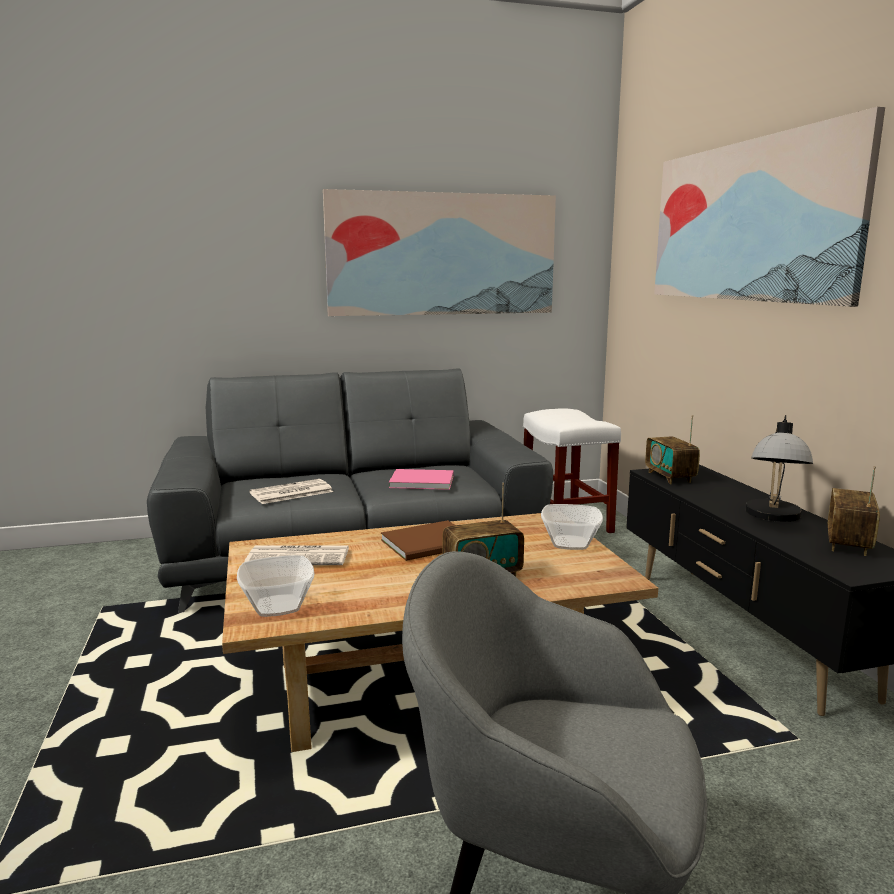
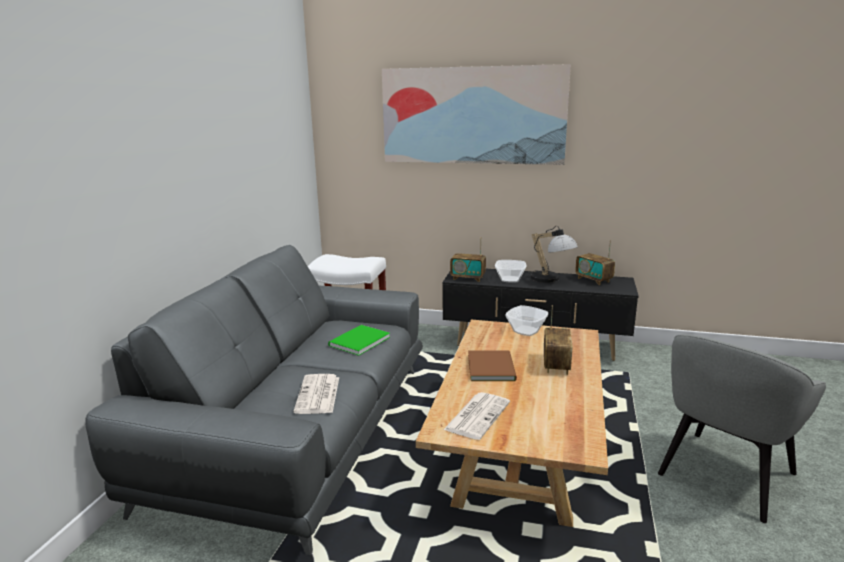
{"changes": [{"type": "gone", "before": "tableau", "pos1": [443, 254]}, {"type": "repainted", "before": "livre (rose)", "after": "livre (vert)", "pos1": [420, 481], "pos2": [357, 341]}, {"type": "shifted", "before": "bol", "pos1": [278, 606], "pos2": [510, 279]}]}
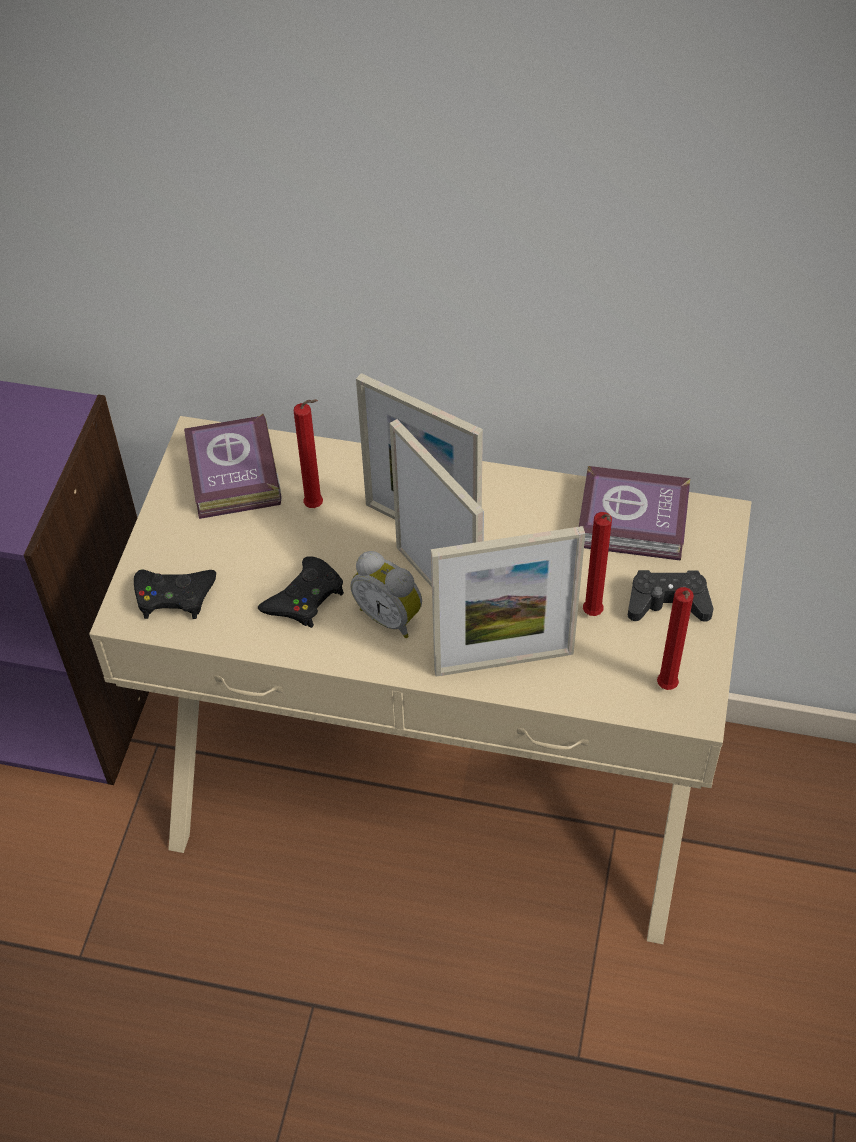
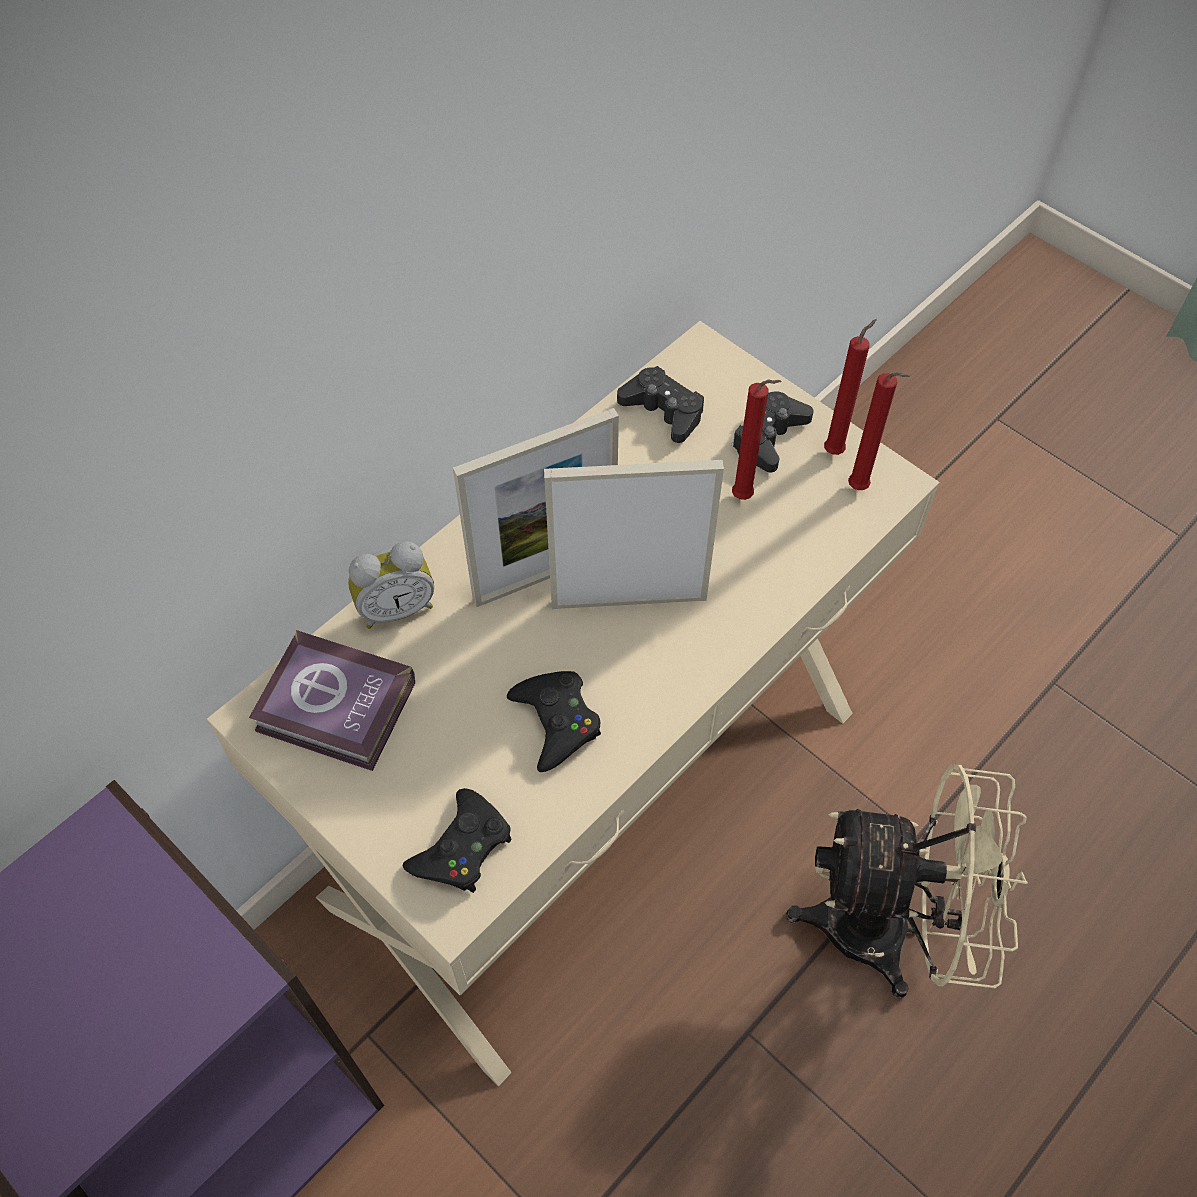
{"changes": [{"type": "shifted", "before": "bougie (rouge)", "pos1": [317, 506], "pos2": [836, 450]}, {"type": "swapped", "before": "livre", "after": "manette (noir)", "pos1": [635, 523], "pos2": [663, 410]}, {"type": "gone", "before": "cadre photo", "pos1": [504, 661]}, {"type": "shifted", "before": "réveil", "pos1": [390, 616], "pos2": [396, 607]}, {"type": "new", "after": "ventilateur (beige)", "pos2": [890, 928]}]}
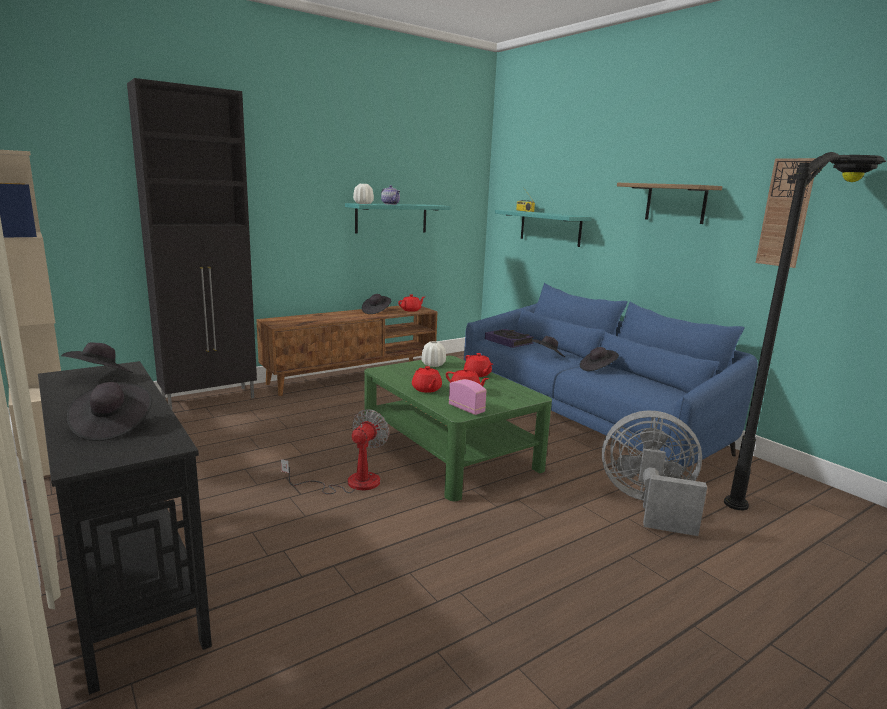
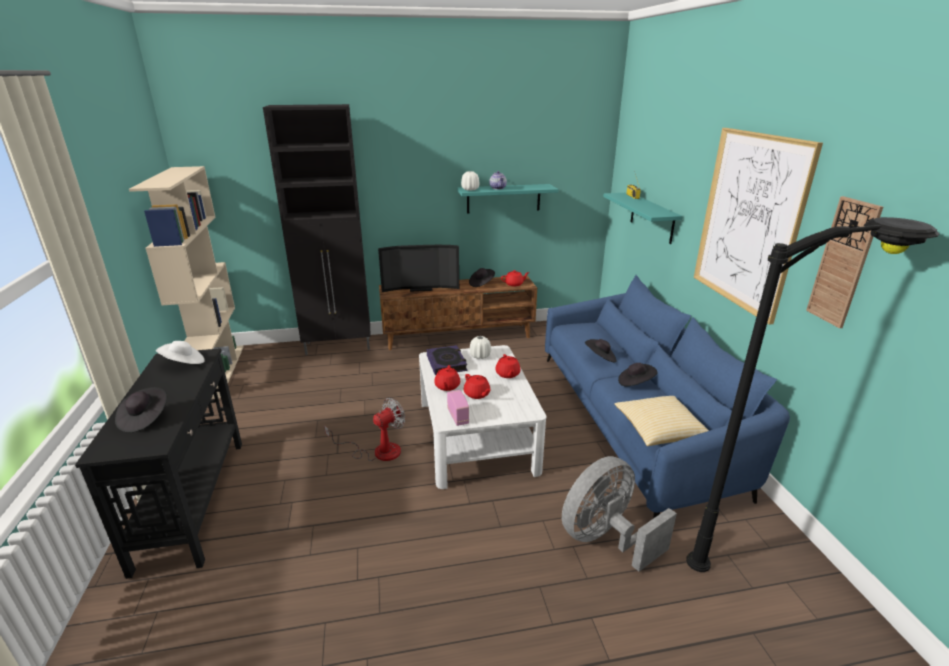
{"changes": [{"type": "swapped", "before": "étagère", "after": "tableau", "pos1": [675, 203], "pos2": [749, 221]}, {"type": "shifted", "before": "livre", "pos1": [508, 341], "pos2": [446, 363]}, {"type": "repainted", "before": "chapeau (noir)", "after": "chapeau (blanc)", "pos1": [101, 377], "pos2": [184, 363]}, {"type": "repainted", "before": "table basse (vert)", "after": "table basse (blanc)", "pos1": [450, 451], "pos2": [476, 435]}, {"type": "rotated", "before": "ventilateur (gris)", "pos1": [648, 505], "pos2": [606, 538], "turn": -75}, {"type": "new", "after": "téléviseur", "pos2": [420, 288]}, {"type": "new", "after": "coussin", "pos2": [659, 431]}]}
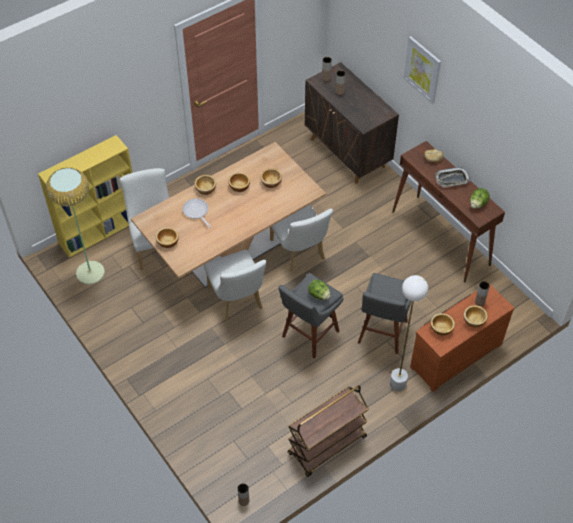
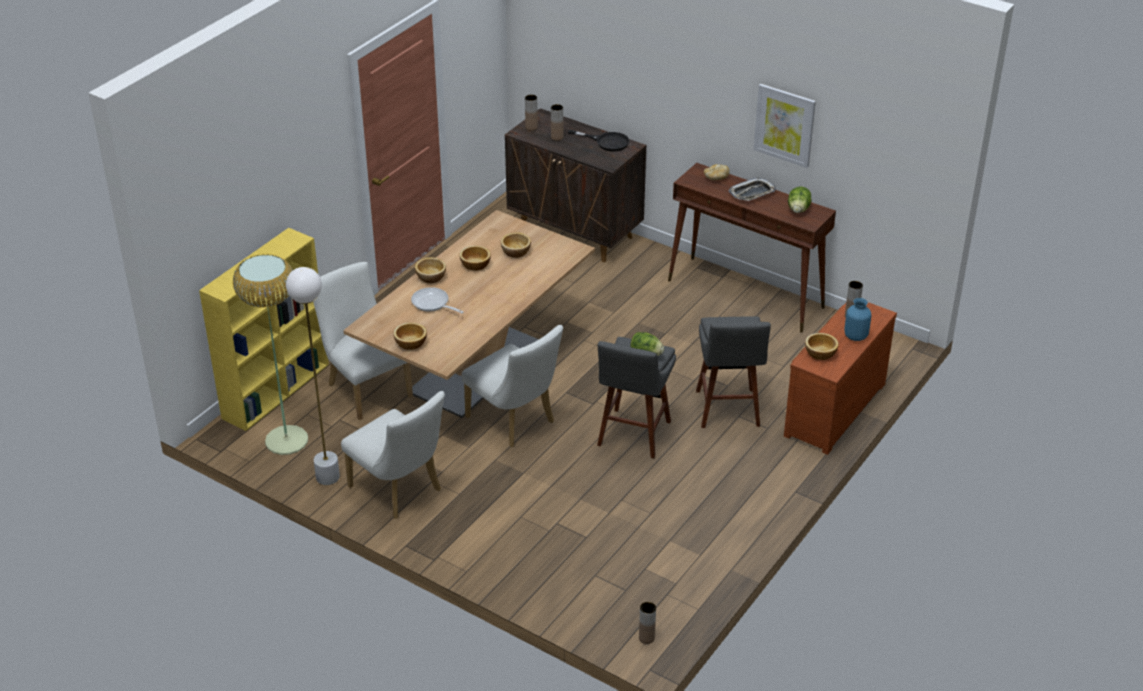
{"changes": [{"type": "shifted", "before": "tableau", "pos1": [422, 69], "pos2": [784, 125]}, {"type": "shifted", "before": "chaise (blanc)", "pos1": [300, 253], "pos2": [400, 491]}, {"type": "shifted", "before": "lampadaire (blanc)", "pos1": [398, 384], "pos2": [328, 477]}, {"type": "swapped", "before": "bol", "after": "vase (bleu)", "pos1": [474, 321], "pos2": [856, 336]}, {"type": "gone", "before": "chariot (marron)", "pos1": [327, 446]}, {"type": "new", "after": "poêle (noir)", "pos2": [606, 142]}]}
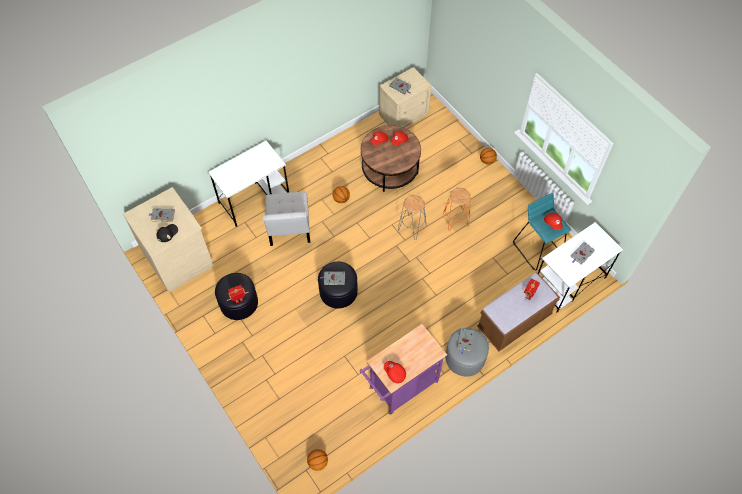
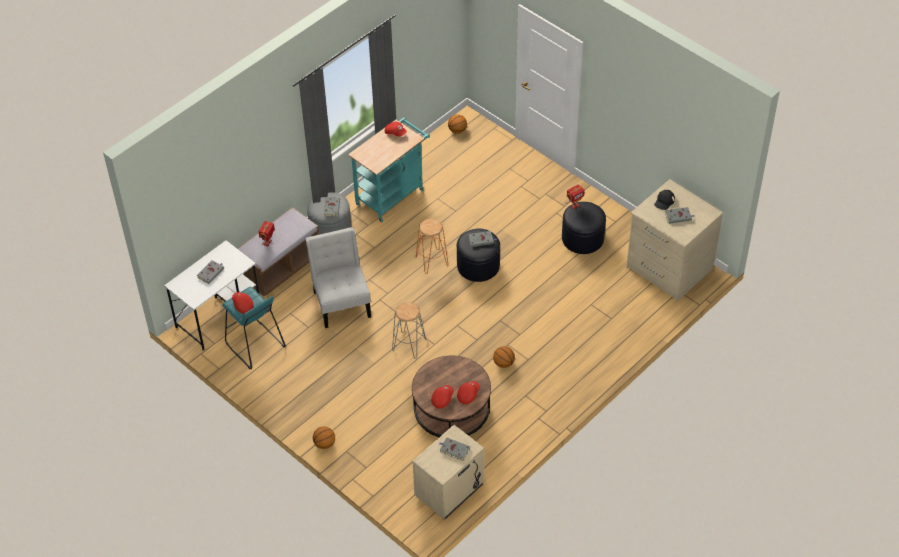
{"changes": [{"type": "gone", "before": "bureau (blanc)", "pos1": [254, 199]}, {"type": "shifted", "before": "tabouret (orange)", "pos1": [455, 220], "pos2": [432, 261]}, {"type": "shifted", "before": "chaise (blanc)", "pos1": [289, 230], "pos2": [341, 301]}, {"type": "repainted", "before": "chariot (violet)", "after": "chariot (turquoise)", "pos1": [400, 387], "pos2": [392, 194]}]}
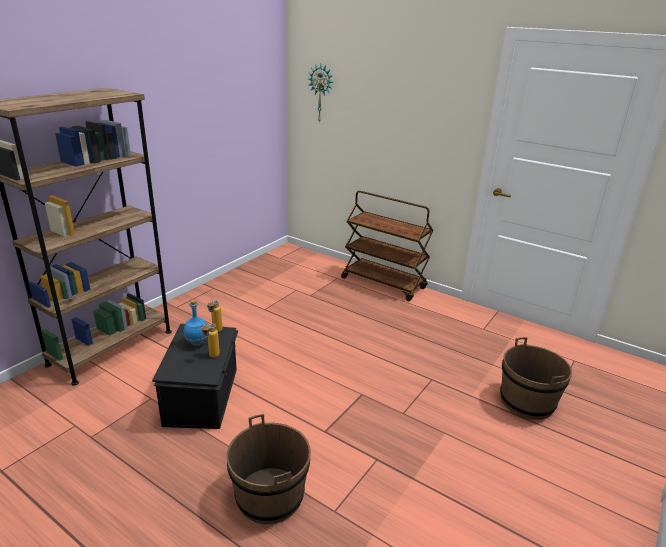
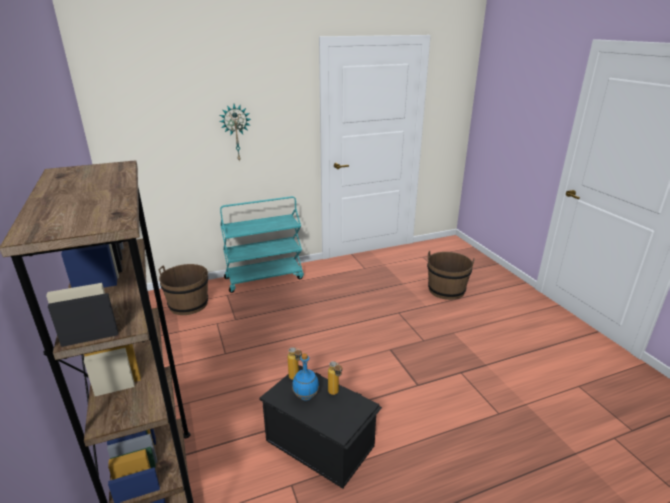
{"changes": [{"type": "shifted", "before": "horloge murale", "pos1": [321, 93], "pos2": [236, 133]}, {"type": "repainted", "before": "chariot (marron)", "after": "chariot (turquoise)", "pos1": [384, 283], "pos2": [264, 278]}, {"type": "shifted", "before": "seau (marron)", "pos1": [270, 496], "pos2": [188, 304]}]}
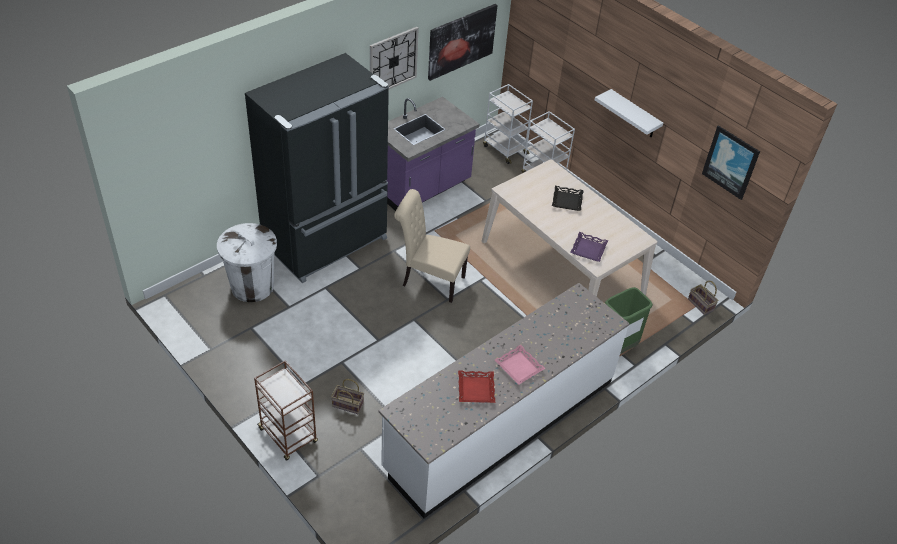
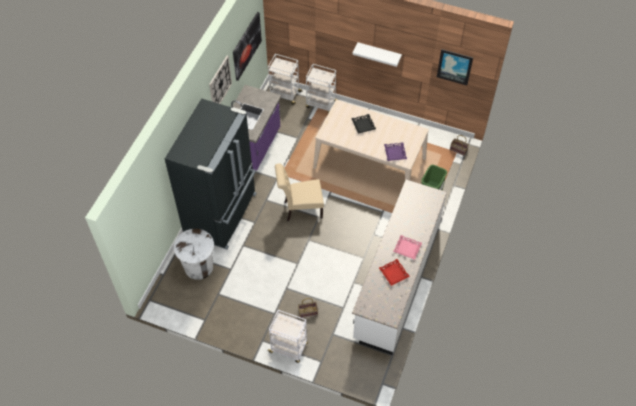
{"changes": [{"type": "repainted", "before": "chariot (marron)", "after": "chariot (blanc)", "pos1": [288, 436], "pos2": [288, 348]}]}
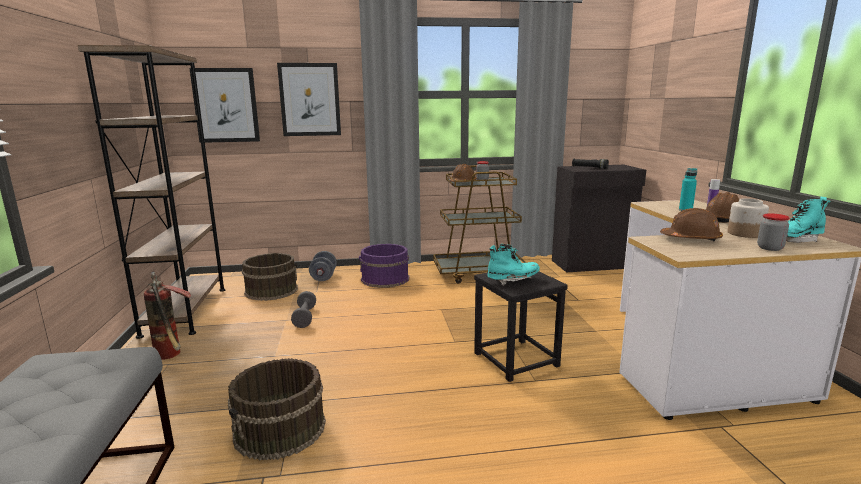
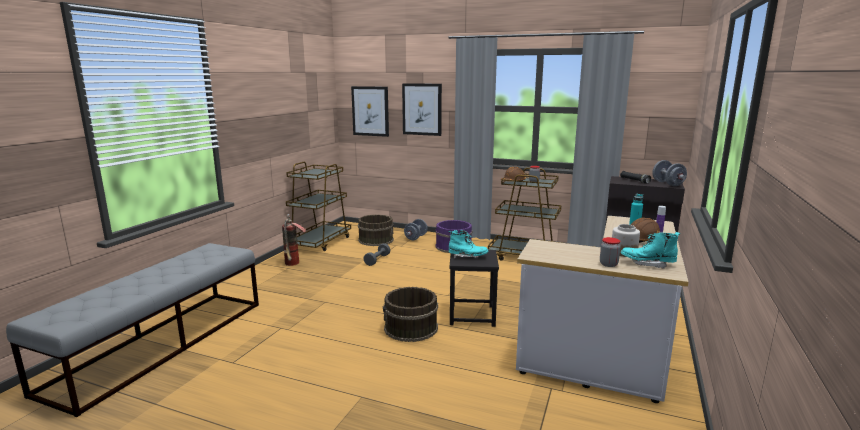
{"changes": [{"type": "swapped", "before": "bibliothèque (marron)", "after": "chariot (marron)", "pos1": [185, 311], "pos2": [320, 242]}, {"type": "gone", "before": "casque de chantier (marron)", "pos1": [691, 239]}, {"type": "shifted", "before": "seau (marron)", "pos1": [280, 430], "pos2": [411, 328]}, {"type": "new", "after": "haltère (gris)", "pos2": [667, 184]}]}
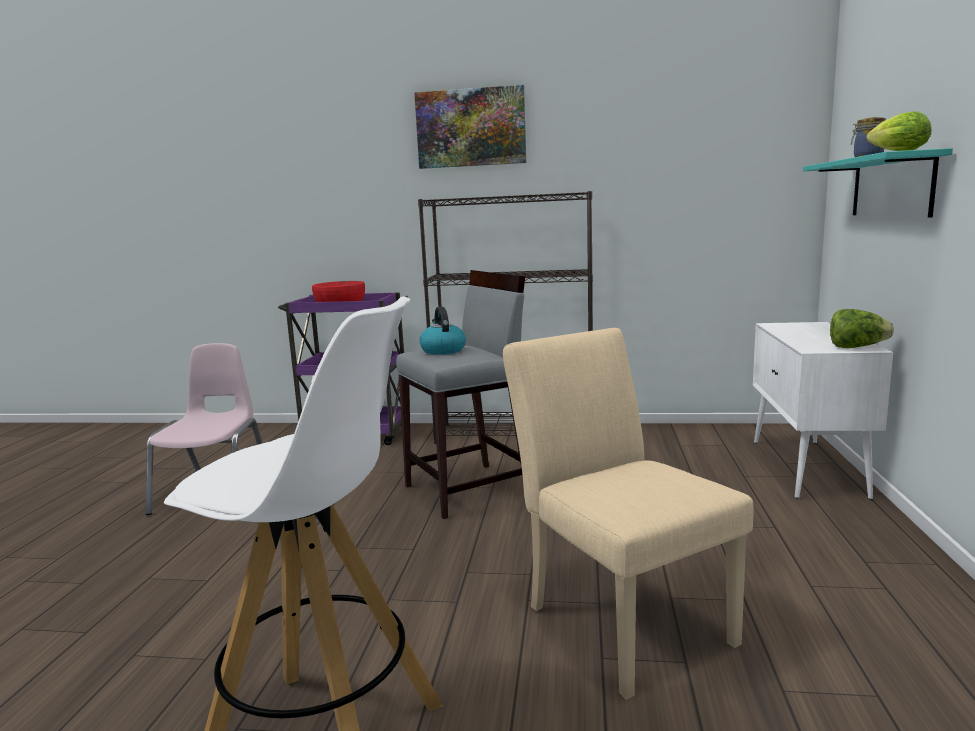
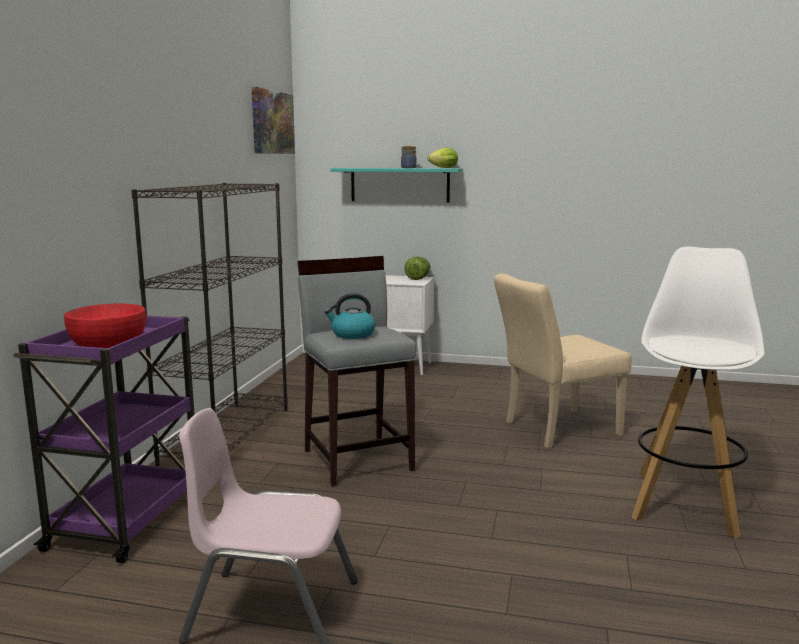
{"changes": [{"type": "shifted", "before": "tableau", "pos1": [471, 128], "pos2": [272, 122]}]}
